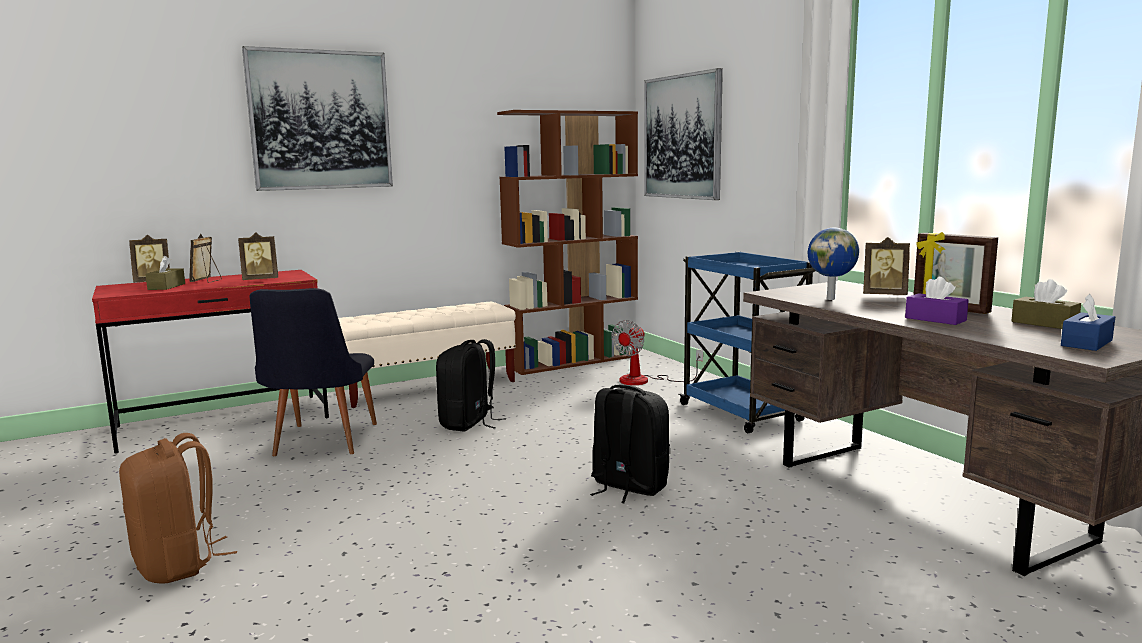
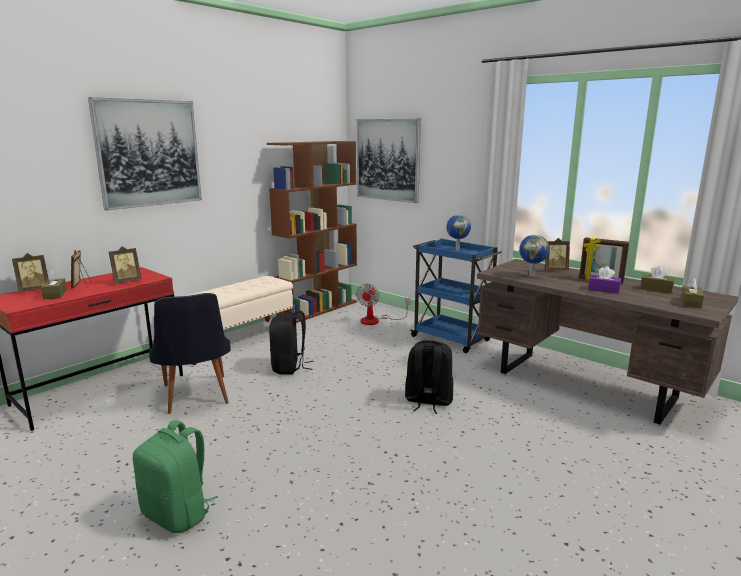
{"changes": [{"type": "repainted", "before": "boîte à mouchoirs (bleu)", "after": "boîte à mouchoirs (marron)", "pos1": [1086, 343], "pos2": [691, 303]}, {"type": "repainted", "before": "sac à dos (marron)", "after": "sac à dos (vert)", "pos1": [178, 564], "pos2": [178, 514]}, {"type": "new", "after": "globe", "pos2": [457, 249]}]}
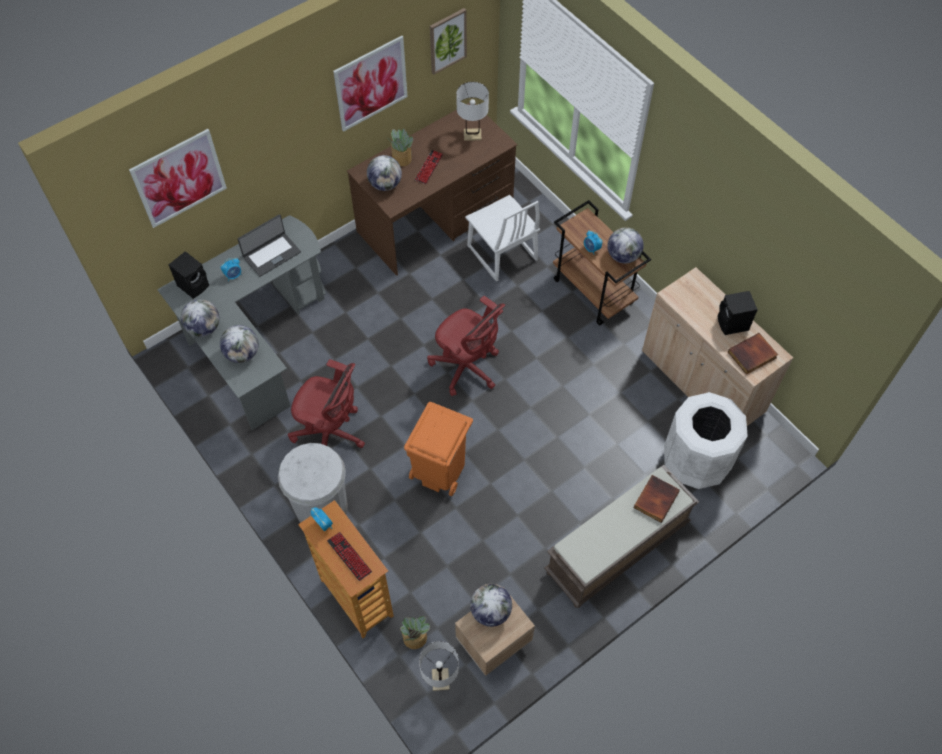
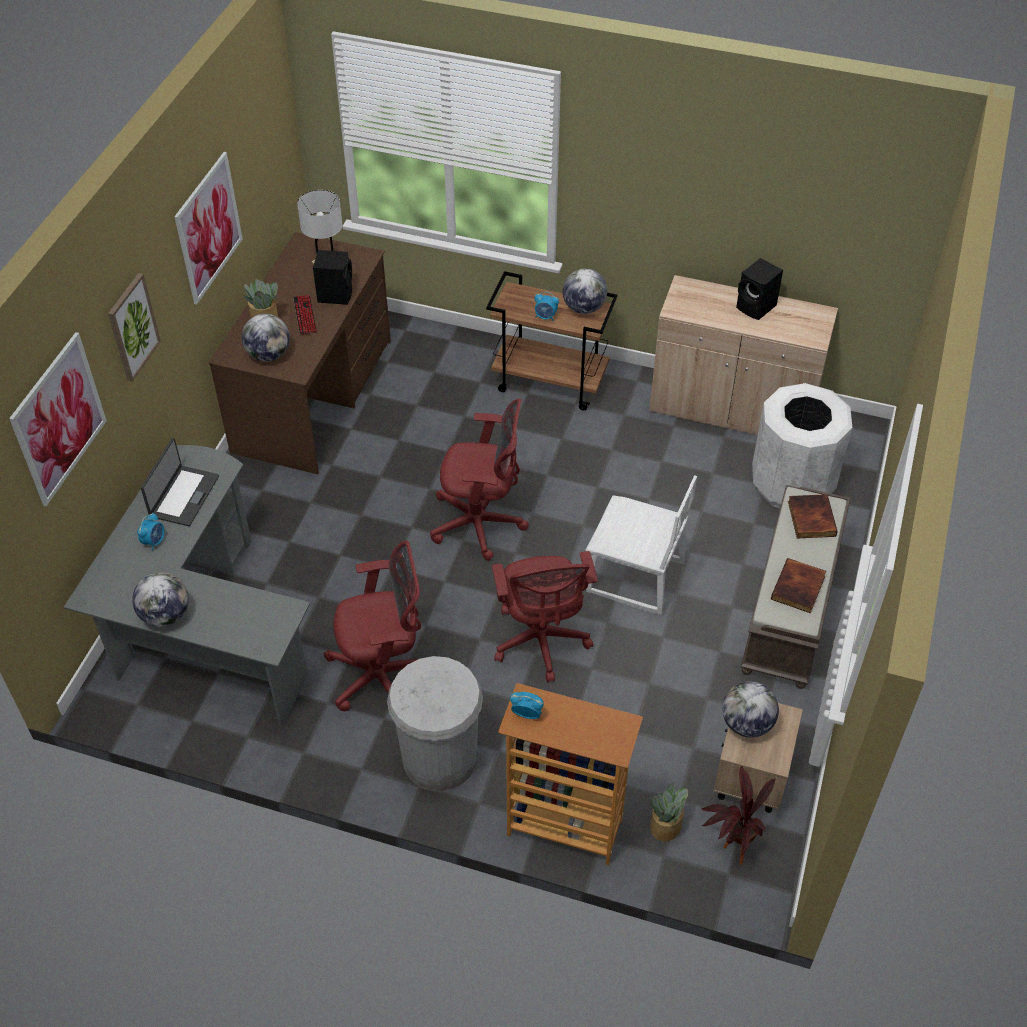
{"changes": [{"type": "shifted", "before": "tableau", "pos1": [447, 40], "pos2": [132, 327]}, {"type": "shifted", "before": "chaise (blanc)", "pos1": [501, 254], "pos2": [635, 578]}, {"type": "shifted", "before": "enceinte (noir)", "pos1": [194, 285], "pos2": [335, 294]}, {"type": "gone", "before": "globe", "pos1": [242, 353]}, {"type": "shifted", "before": "livre", "pos1": [752, 356], "pos2": [799, 588]}, {"type": "swapped", "before": "poubelle (orange)", "after": "chaise de bureau (rouge)", "pos1": [439, 470], "pos2": [541, 642]}, {"type": "gone", "before": "clavier", "pos1": [349, 556]}, {"type": "swapped", "before": "lampe de table (blanc)", "after": "plante en pot", "pos1": [440, 679], "pos2": [729, 850]}]}
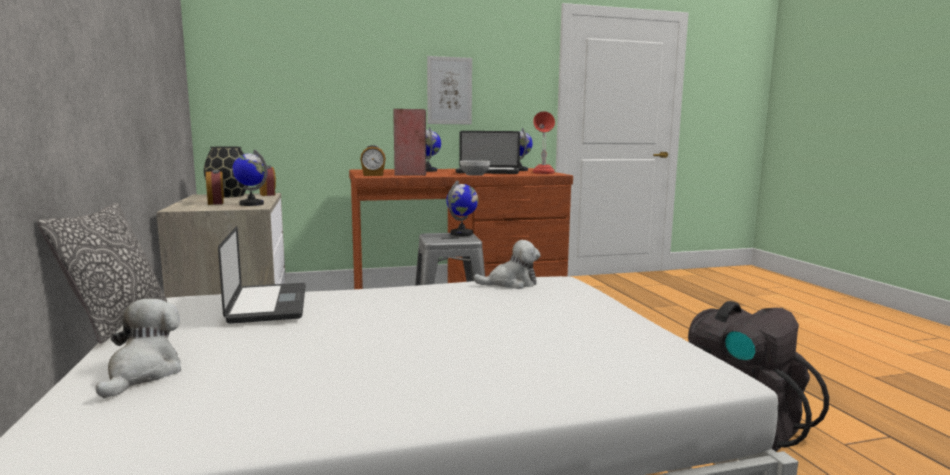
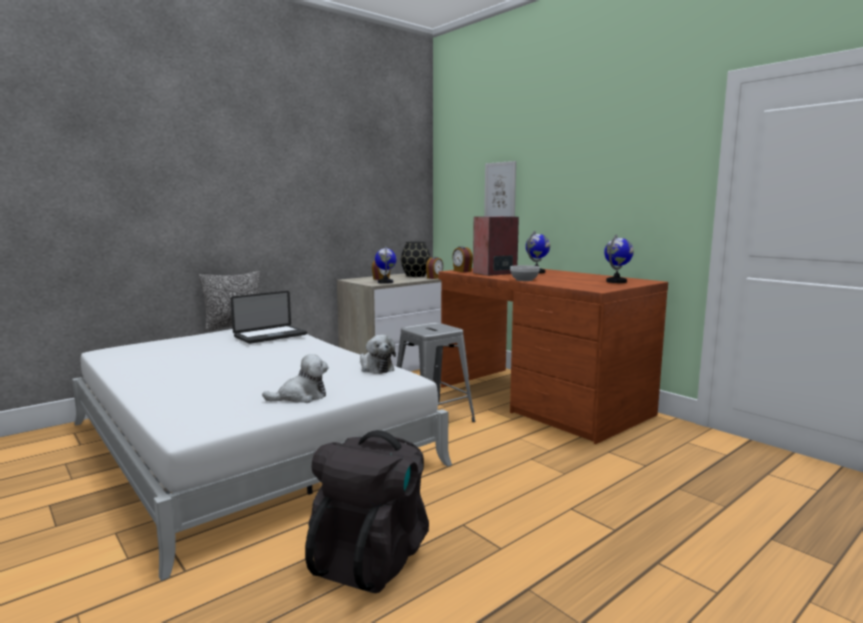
{"changes": [{"type": "shifted", "before": "tableau", "pos1": [449, 91], "pos2": [500, 192]}, {"type": "gone", "before": "lampe de table (rouge)", "pos1": [543, 173]}, {"type": "gone", "before": "ordinateur portable", "pos1": [488, 172]}, {"type": "gone", "before": "globe", "pos1": [462, 234]}, {"type": "shifted", "before": "peluche", "pos1": [143, 373], "pos2": [301, 397]}]}
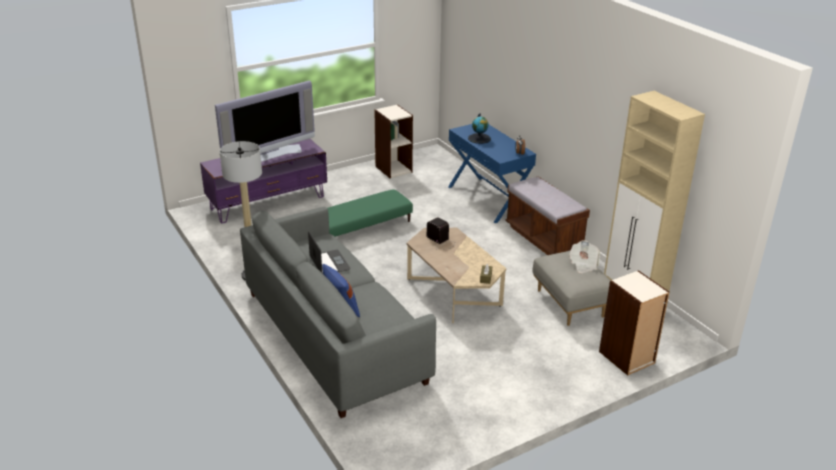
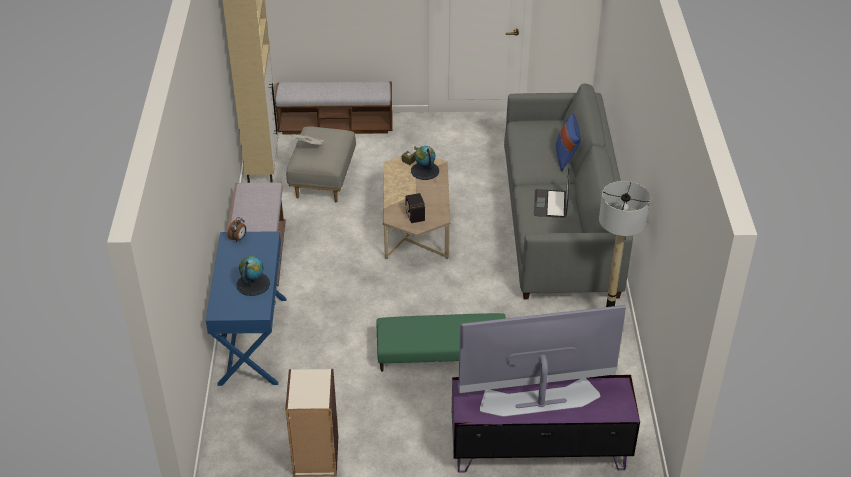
{"changes": [{"type": "swapped", "before": "bibliothèque", "after": "banc", "pos1": [627, 358], "pos2": [335, 125]}, {"type": "new", "after": "globe", "pos2": [424, 171]}]}
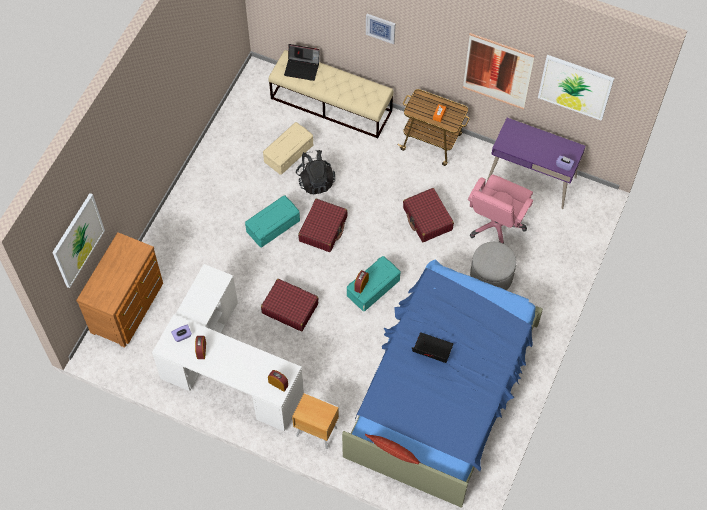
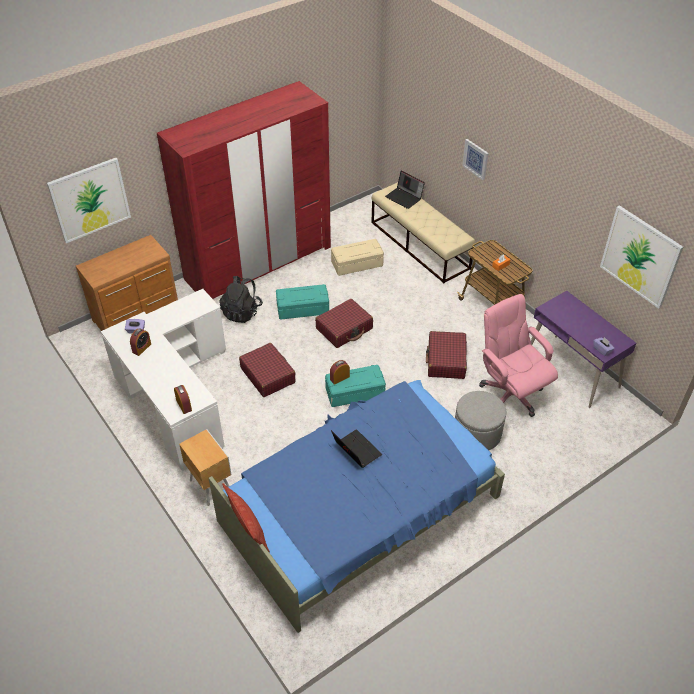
{"changes": [{"type": "gone", "before": "tableau", "pos1": [497, 71]}, {"type": "shifted", "before": "sac à dos (noir)", "pos1": [315, 181], "pos2": [242, 312]}, {"type": "rotated", "before": "chaise de bureau (rose)", "pos1": [496, 226], "pos2": [510, 394], "turn": 90}, {"type": "new", "after": "armoire (rouge)", "pos2": [259, 262]}]}
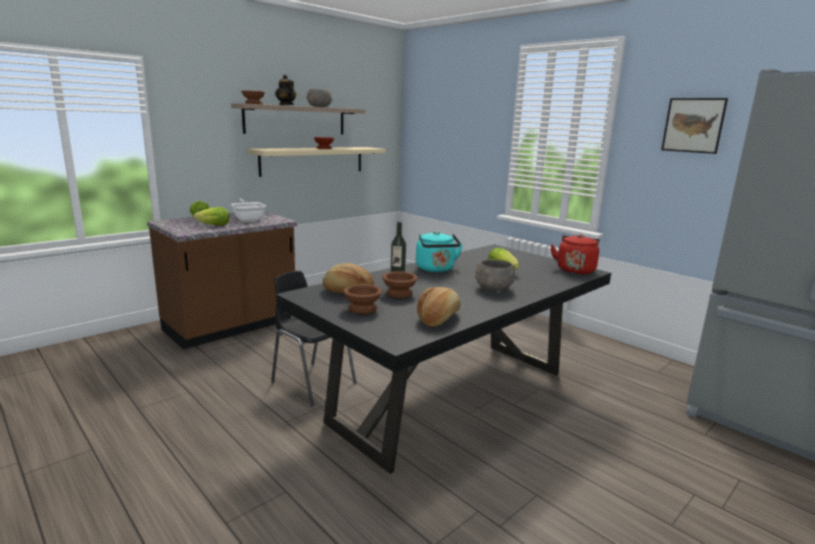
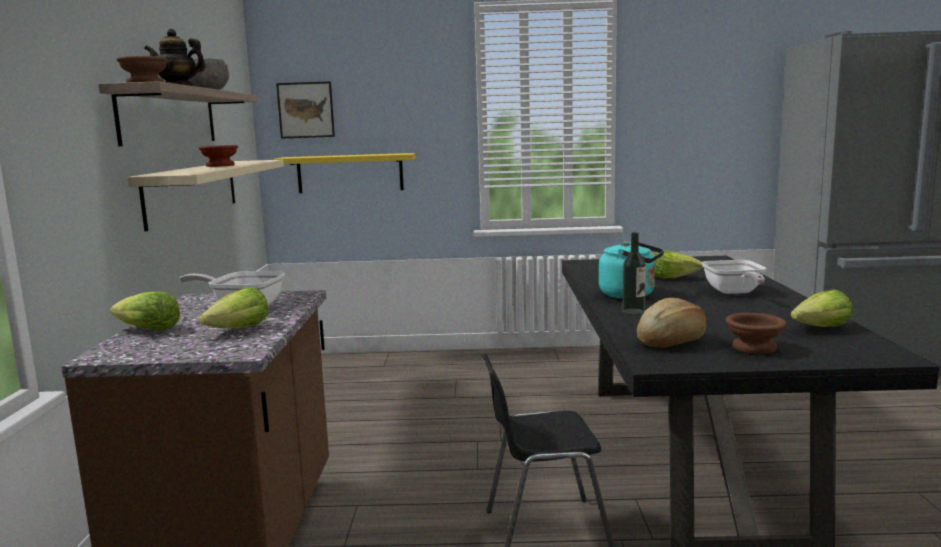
{"changes": [{"type": "shifted", "before": "tableau", "pos1": [693, 125], "pos2": [306, 110]}, {"type": "gone", "before": "bouilloire (rouge)", "pos1": [575, 270]}, {"type": "swapped", "before": "bol (gris)", "after": "poêle", "pos1": [493, 288], "pos2": [734, 292]}, {"type": "gone", "before": "bol (marron)", "pos1": [398, 294]}, {"type": "swapped", "before": "pain", "after": "laitue", "pos1": [438, 318], "pos2": [822, 328]}, {"type": "new", "after": "étagère (jaune)", "pos2": [350, 173]}]}
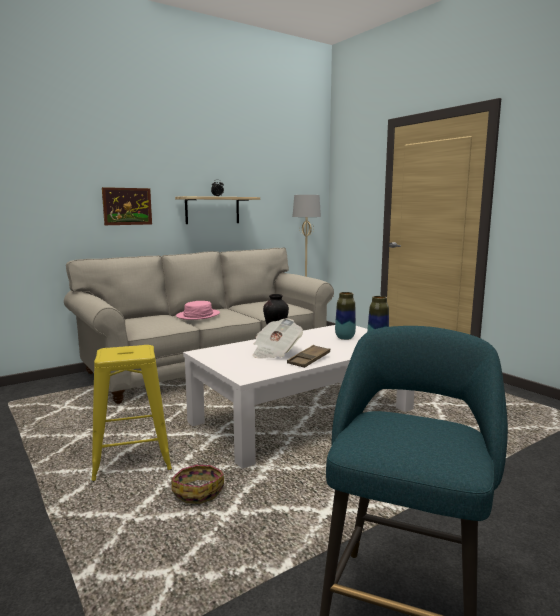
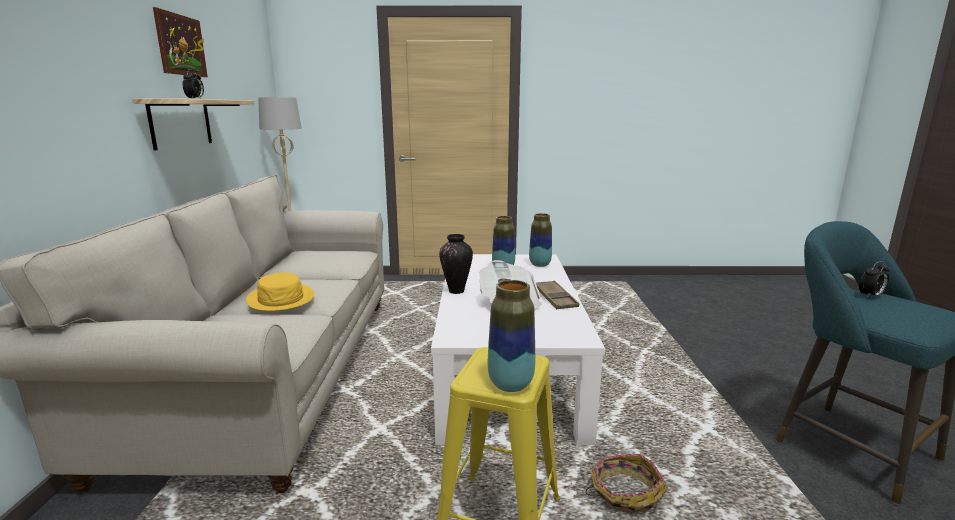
{"changes": [{"type": "shifted", "before": "tableau", "pos1": [127, 206], "pos2": [181, 45]}, {"type": "repainted", "before": "chapeau (rose)", "after": "chapeau (jaune)", "pos1": [198, 315], "pos2": [281, 298]}, {"type": "new", "after": "réveil", "pos2": [870, 296]}, {"type": "new", "after": "vase", "pos2": [510, 384]}]}
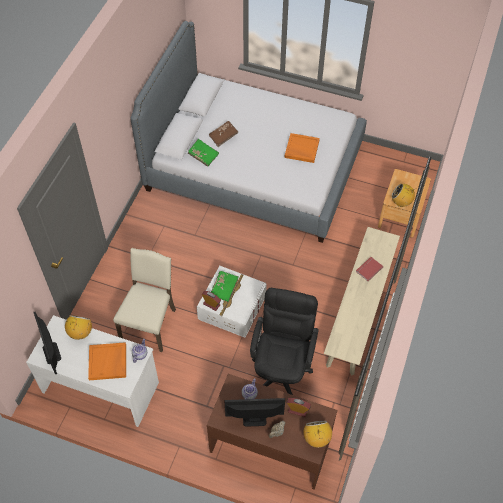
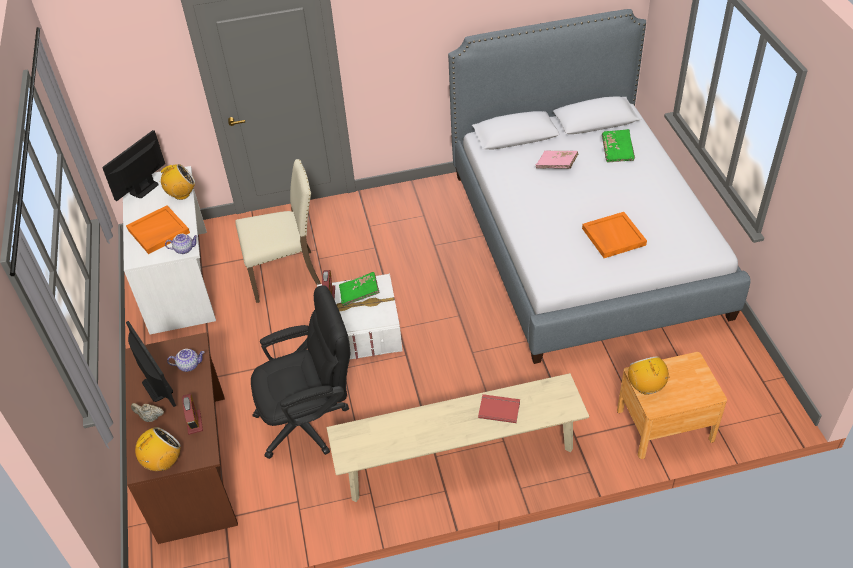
{"changes": [{"type": "repainted", "before": "livre (marron)", "after": "livre (rose)", "pos1": [223, 137], "pos2": [556, 165]}, {"type": "shifted", "before": "livre (vert)", "pos1": [203, 156], "pos2": [617, 151]}]}
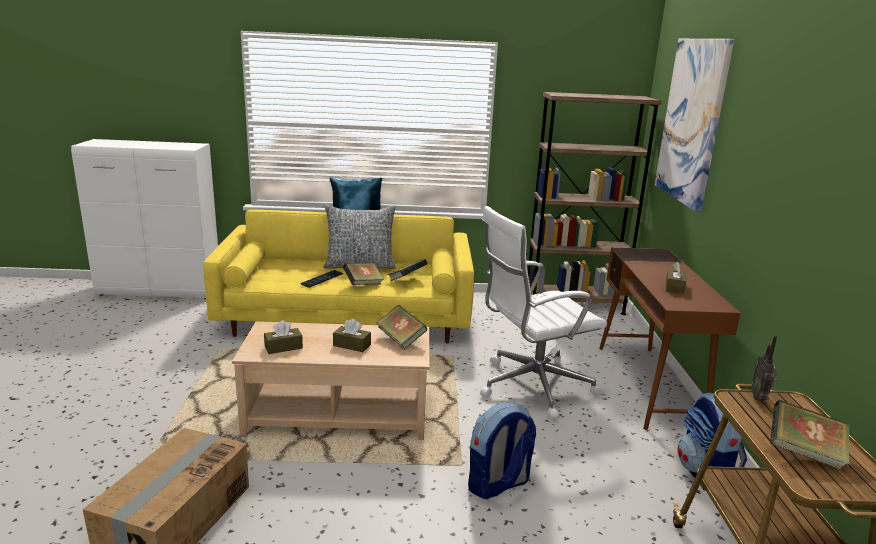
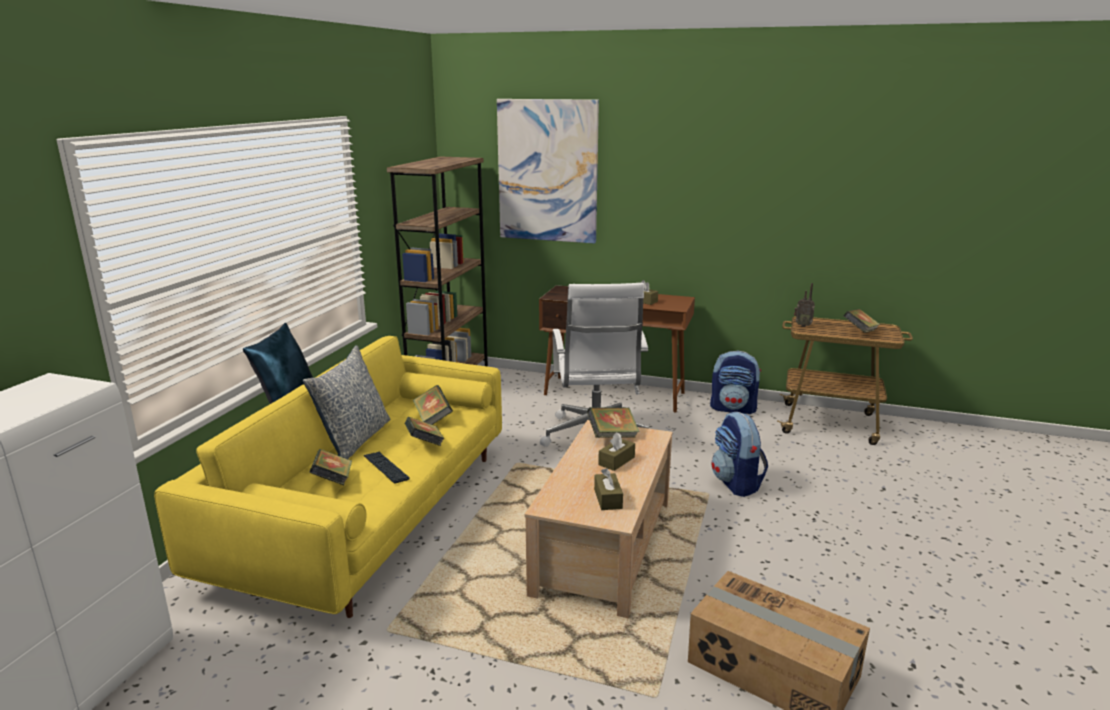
{"changes": [{"type": "new", "after": "livre", "pos2": [333, 481]}]}
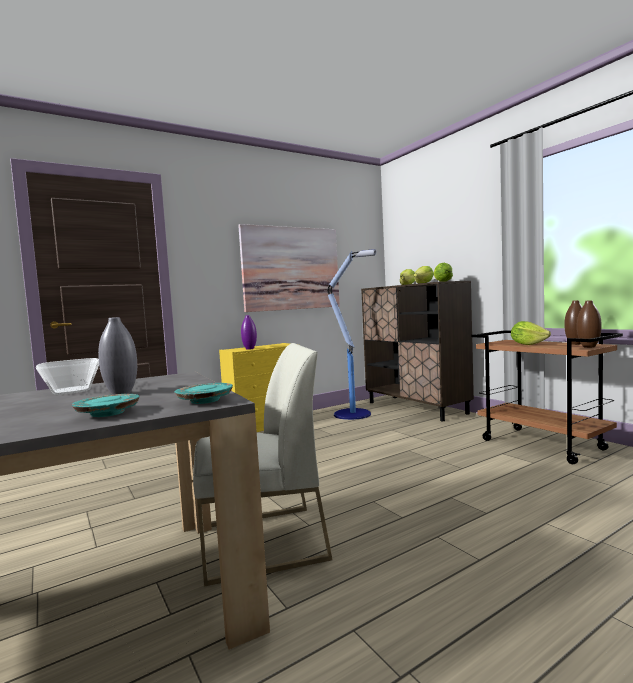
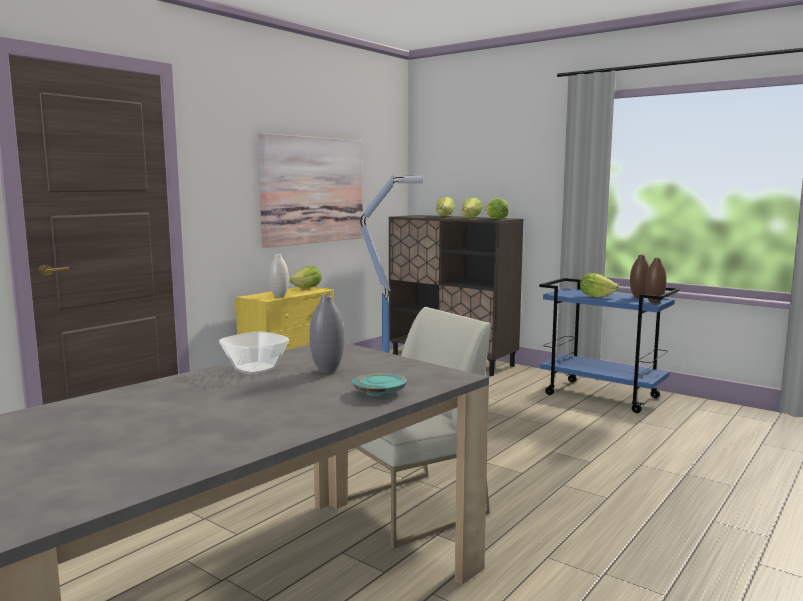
{"changes": [{"type": "repainted", "before": "vase (violet)", "after": "vase (blanc)", "pos1": [249, 349], "pos2": [279, 296]}, {"type": "repainted", "before": "chariot (marron)", "after": "chariot (bleu)", "pos1": [543, 445], "pos2": [603, 396]}, {"type": "gone", "before": "assiette (turquoise)", "pos1": [204, 401]}, {"type": "new", "after": "laitue", "pos2": [307, 288]}]}
